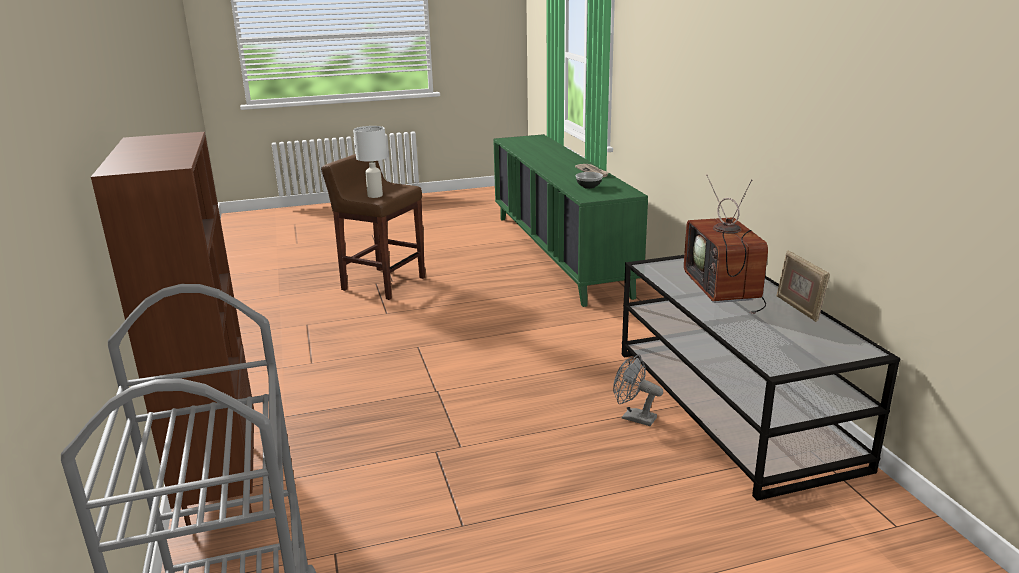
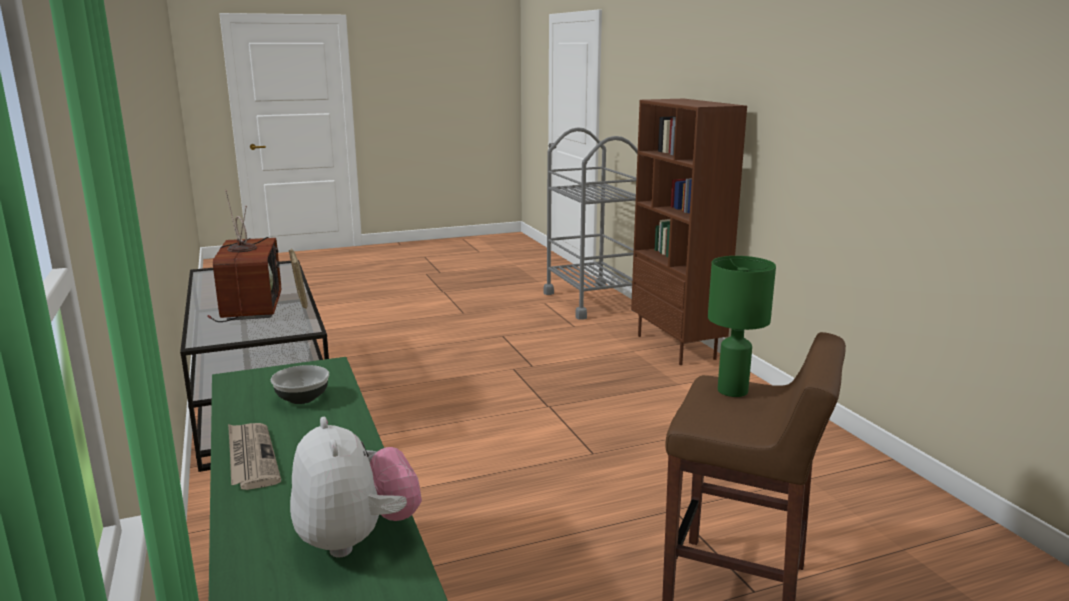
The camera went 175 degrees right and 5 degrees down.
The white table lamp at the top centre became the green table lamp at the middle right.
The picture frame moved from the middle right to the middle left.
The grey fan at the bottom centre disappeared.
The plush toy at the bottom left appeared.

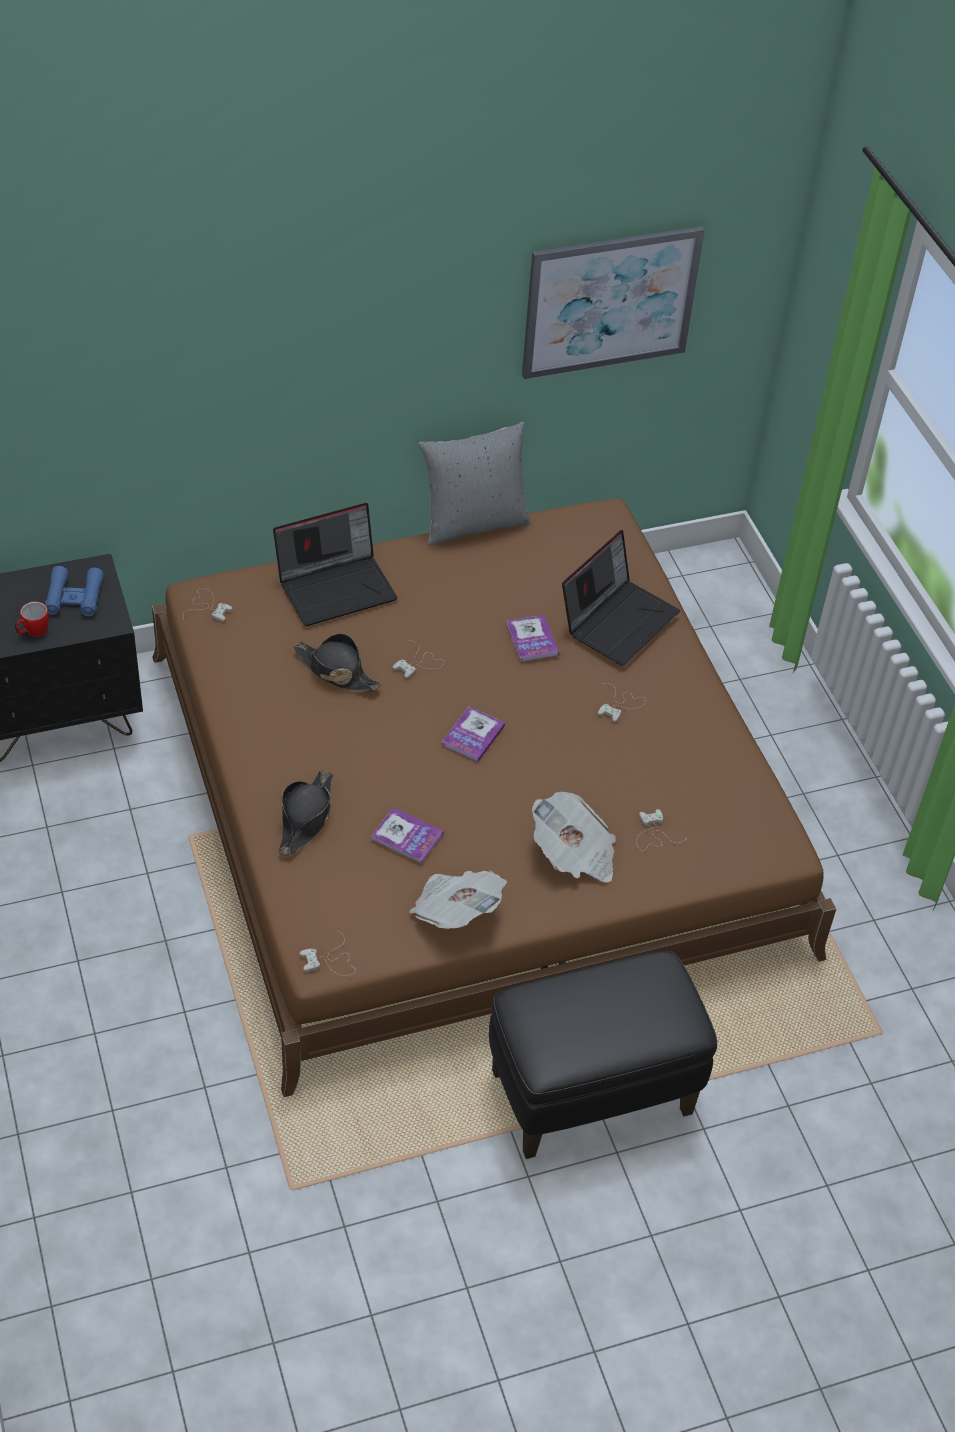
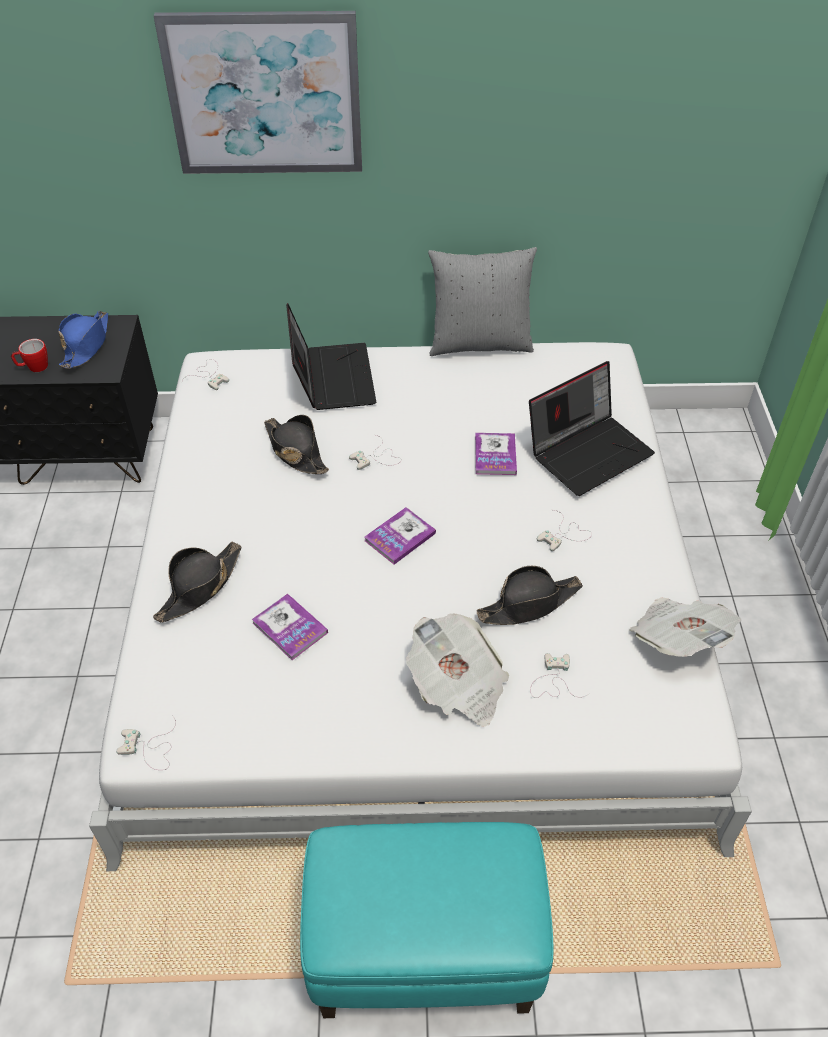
The camera went 20 degrees right and 0 degrees up.
The picture moved from the top centre to the top left.
The brown bed at the centre became the white bed at the centre.
The laptop (no. 1 from left) at the centre turned 90 degrees counterclockwise.
The blue binoculars at the middle left was replaced by the blue hat at the top left.
The newspaper (no. 1 from left in the first image) moved from the centre to the middle right.
The black ottoman at the bottom centre became the turquoise ottoman at the bottom centre.
The black hat (no. 3 from left) at the centre appeared.

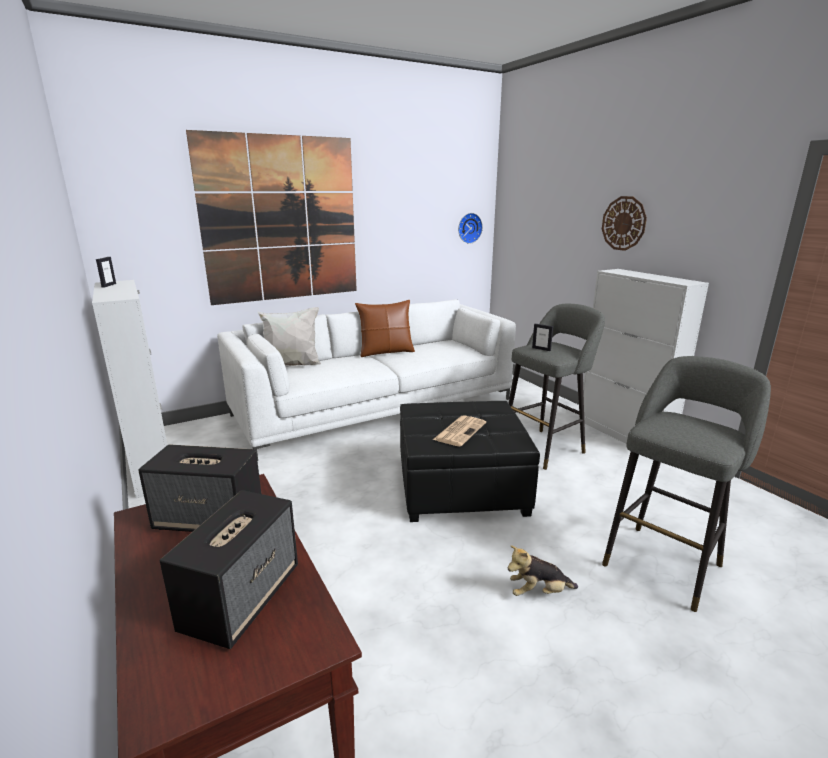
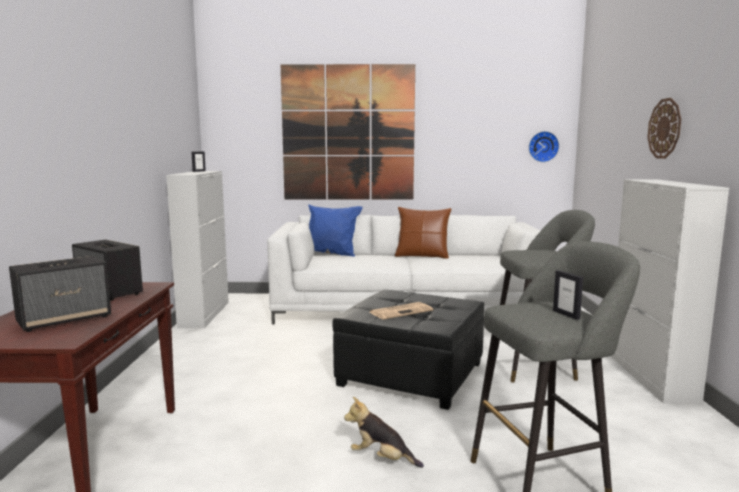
The camera went 30 degrees right and 10 degrees down.
The white pillow at the centre became the blue pillow at the centre.
The picture frame (no. 2 from left) moved from the centre to the middle right.

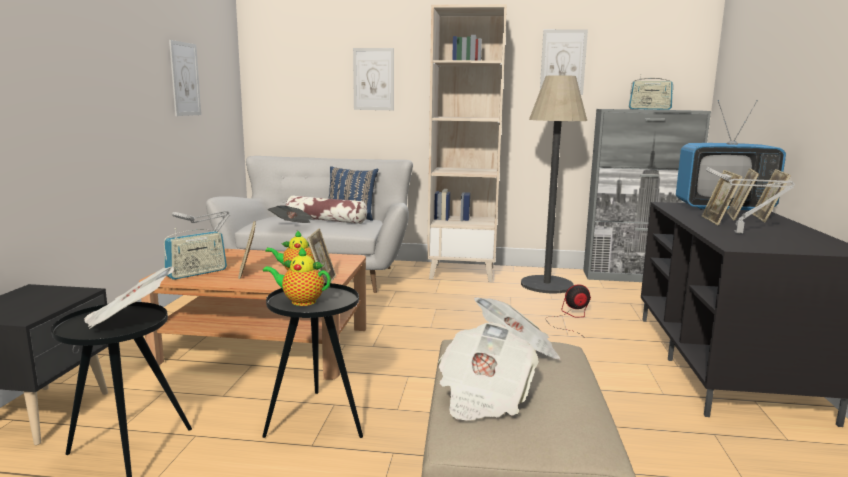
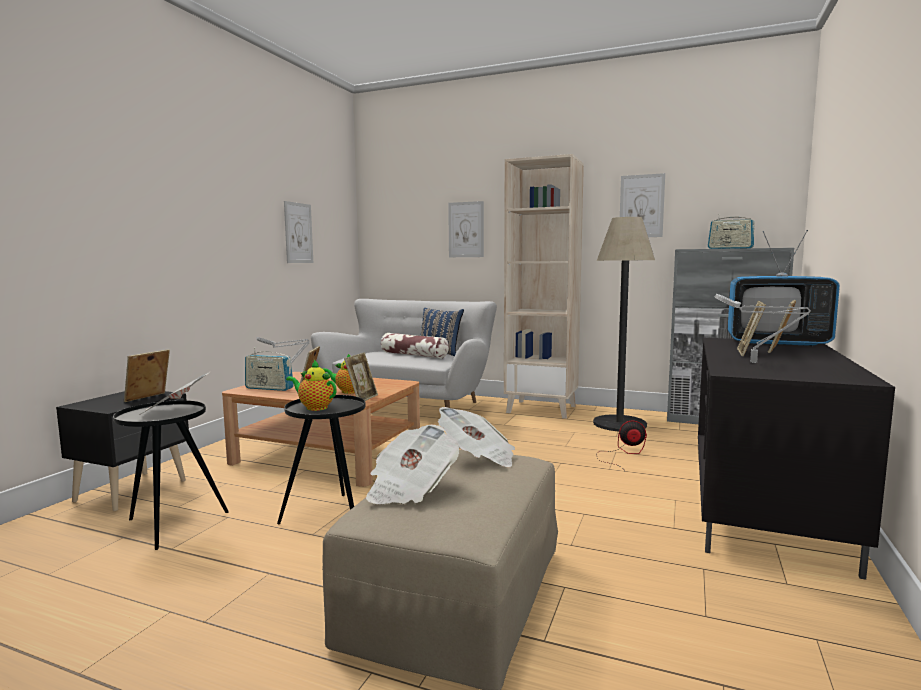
The camera went 15 degrees right and 5 degrees down.
The picture frame (no. 5 from left in the first image) moved from the middle right to the middle left.
The newspaper (no. 2 from left) at the centre disappeared.
The radio (no. 1 from left) at the middle left turned 45 degrees clockwise.

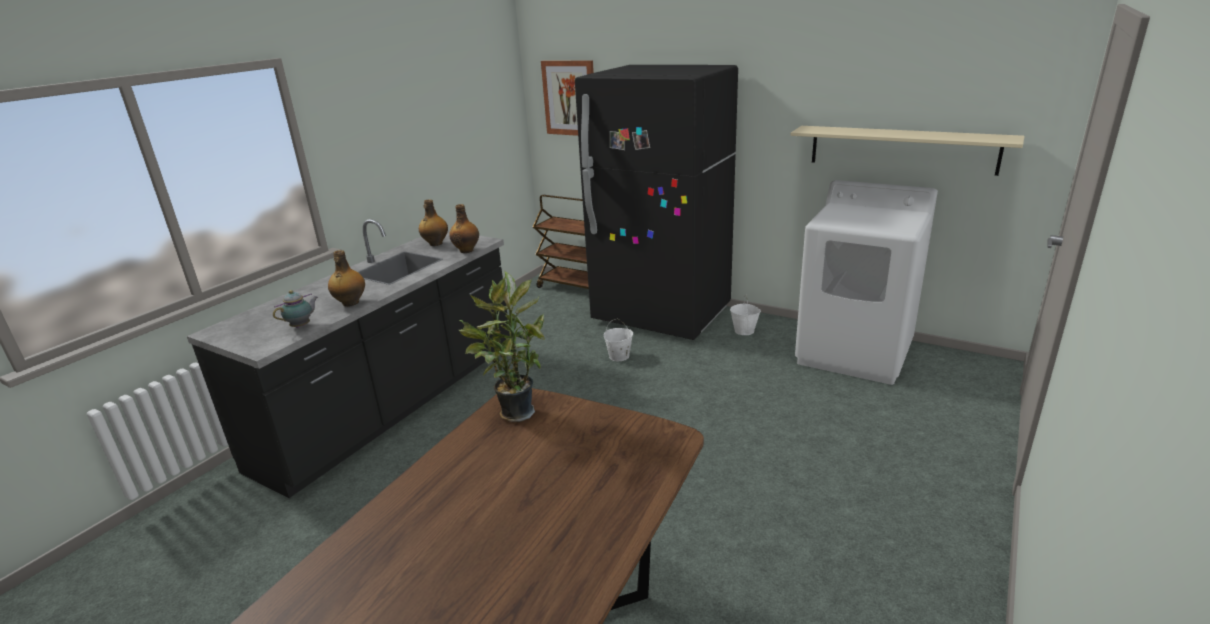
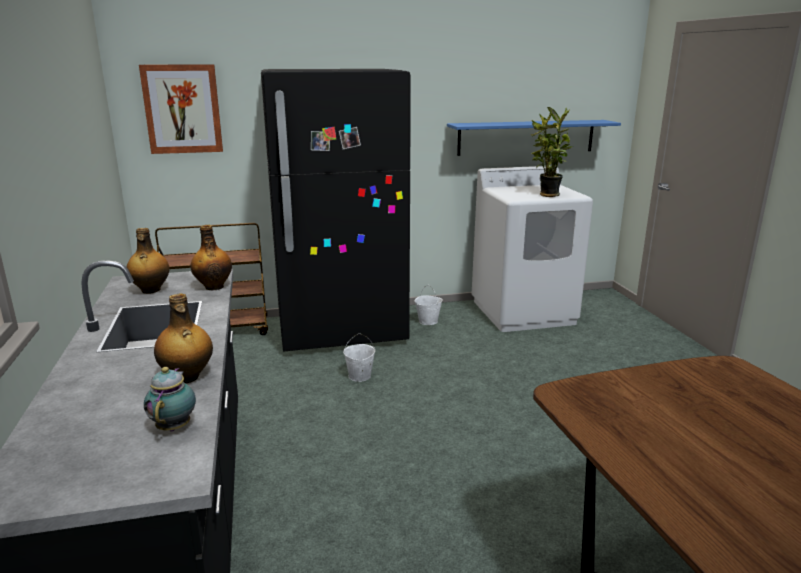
The camera went 45 degrees left and 5 degrees down.
The beige shelf at the top right became the blue shelf at the top right.
The potted plant moved from the centre to the top right.

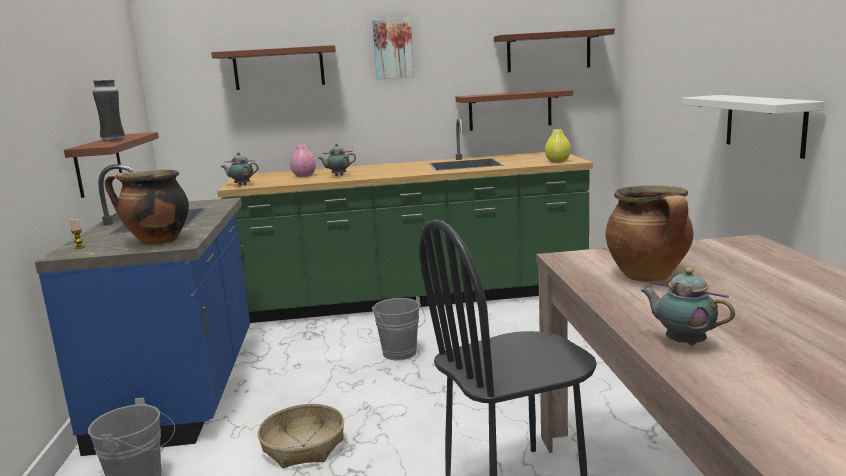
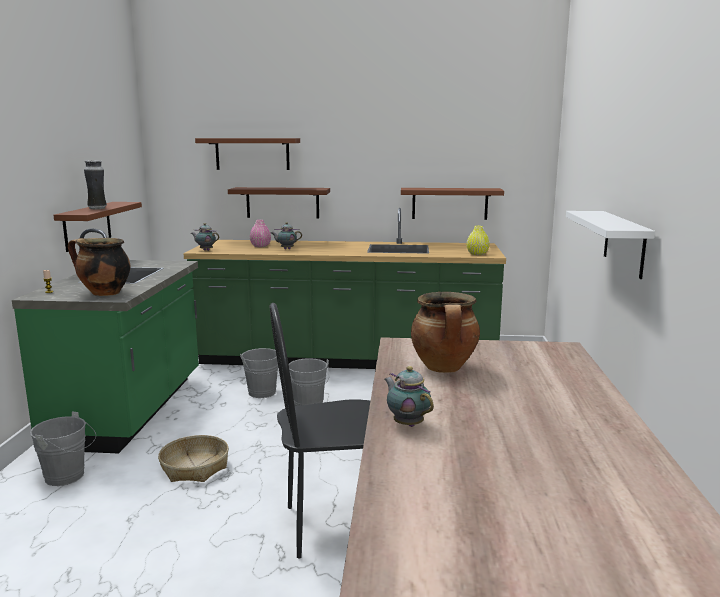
The camera went 10 degrees right and 0 degrees up.
The picture at the top centre disappeared.
The brown shelf (no. 4 from left in the first image) moved from the top centre to the centre.
The blue counter at the middle left became the green counter (no. 1 from left) at the middle left.
The grey bucket (no. 2 from left) at the centre appeared.

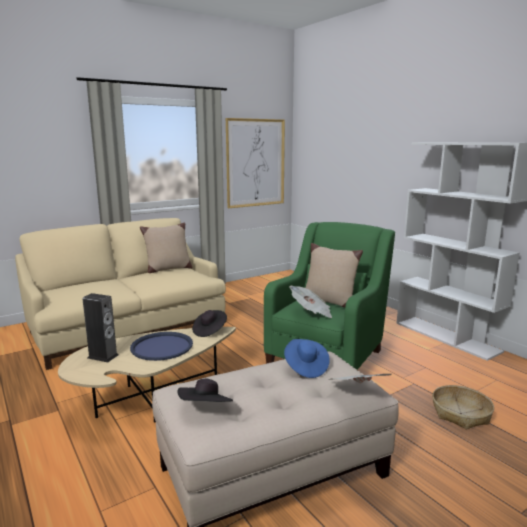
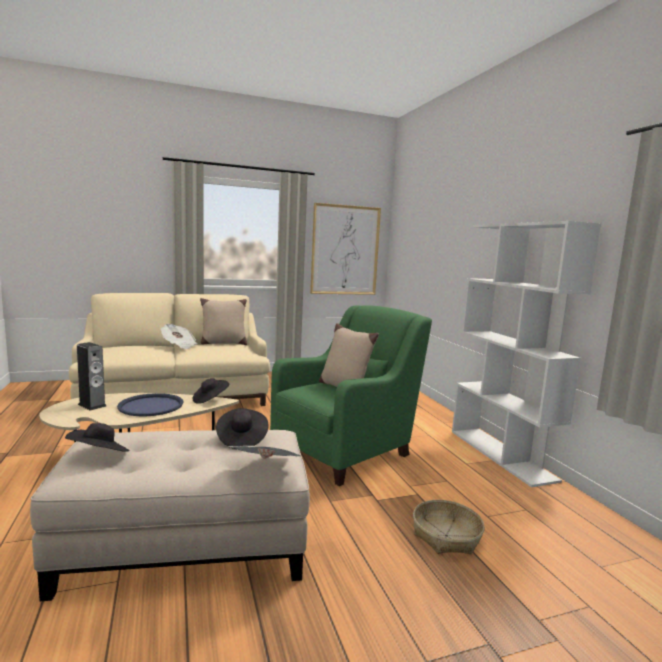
The camera went 15 degrees right and 5 degrees down.
The newspaper (no. 1 from left) moved from the centre to the middle left.
The blue hat at the bottom centre became the black hat (no. 3 from left) at the centre.

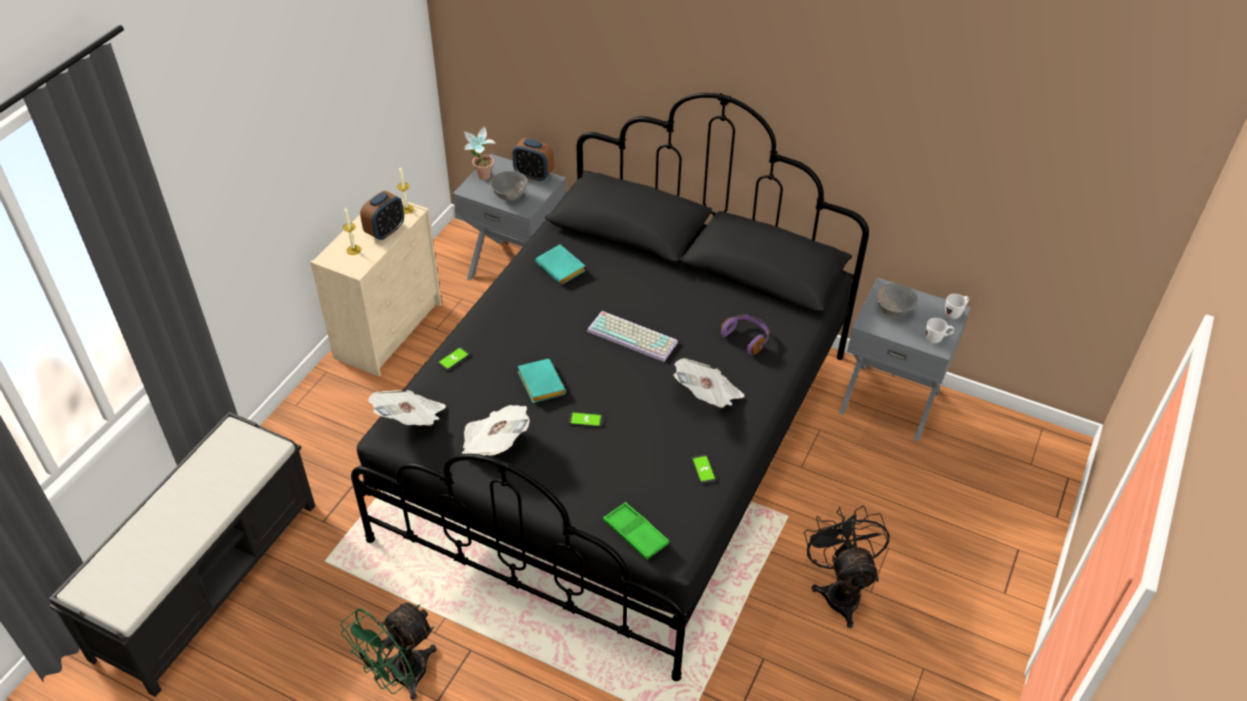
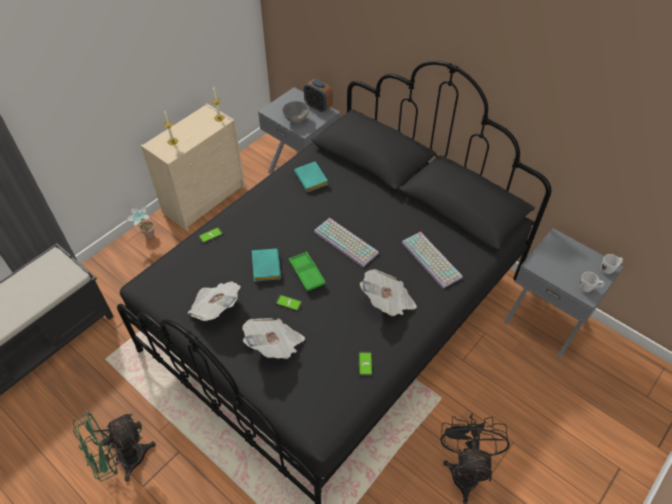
The camera went 15 degrees right and 5 degrees up.
The potted plant moved from the top centre to the middle left.
The alarm clock (no. 1 from left) at the top left disappeared.
The grey bowl (no. 2 from left) at the middle right disappeared.
The purple headphones at the centre was replaced by the keyboard (no. 2 from left) at the centre.
The newspaper (no. 1 from left in the first image) moved from the middle left to the bottom centre.
The green tray moved from the bottom centre to the centre.

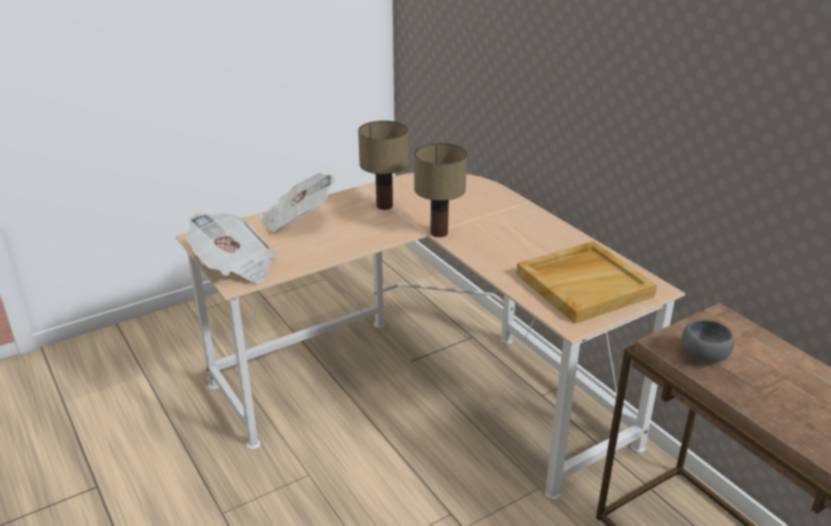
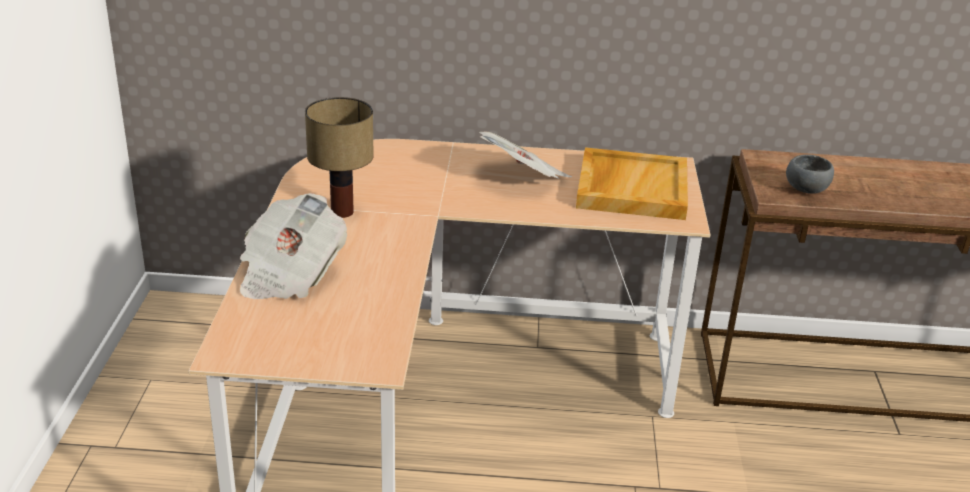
The camera went 55 degrees left and 0 degrees up.
The table lamp (no. 2 from left) at the centre disappeared.
The newspaper (no. 1 from left in the first image) moved from the middle left to the top centre.

